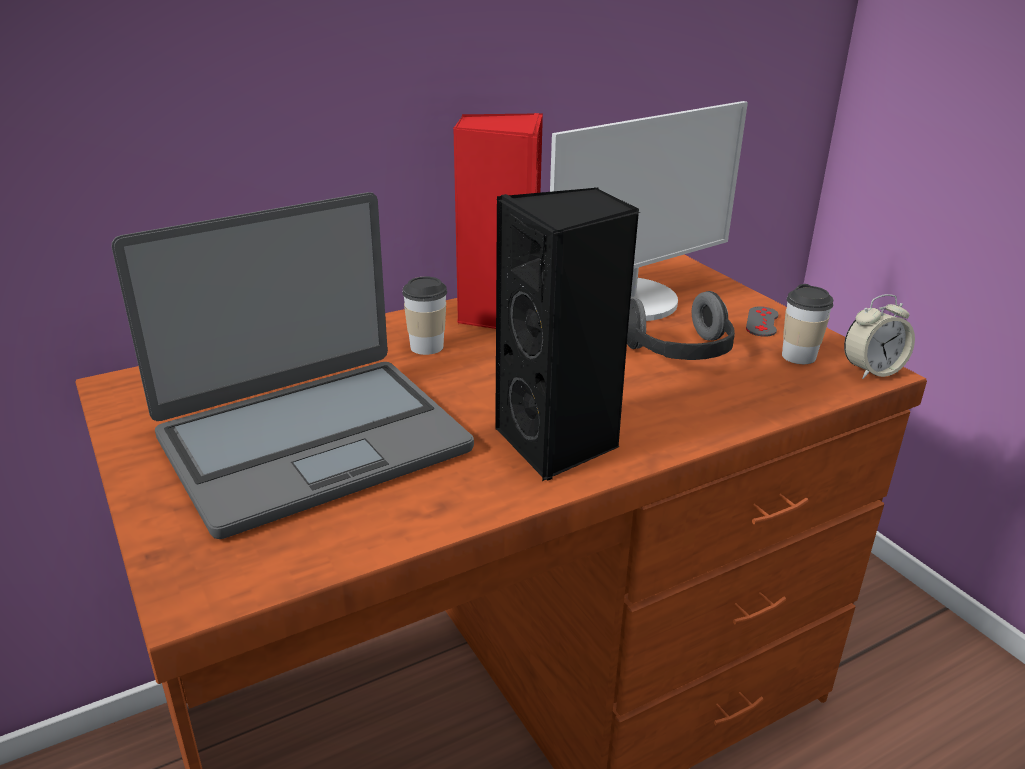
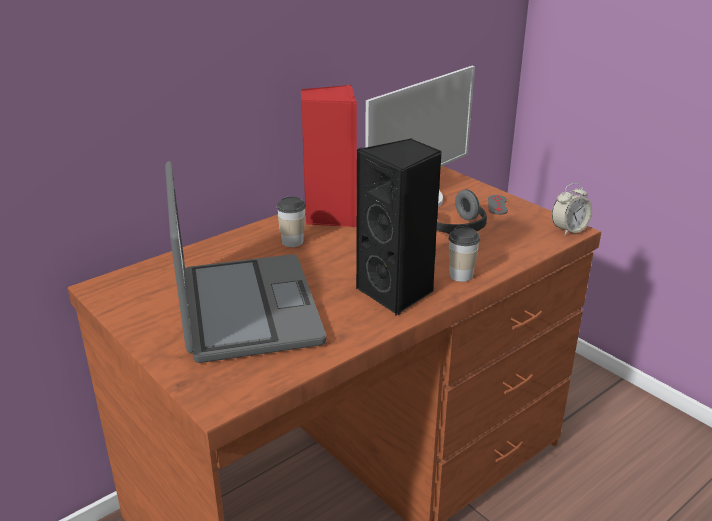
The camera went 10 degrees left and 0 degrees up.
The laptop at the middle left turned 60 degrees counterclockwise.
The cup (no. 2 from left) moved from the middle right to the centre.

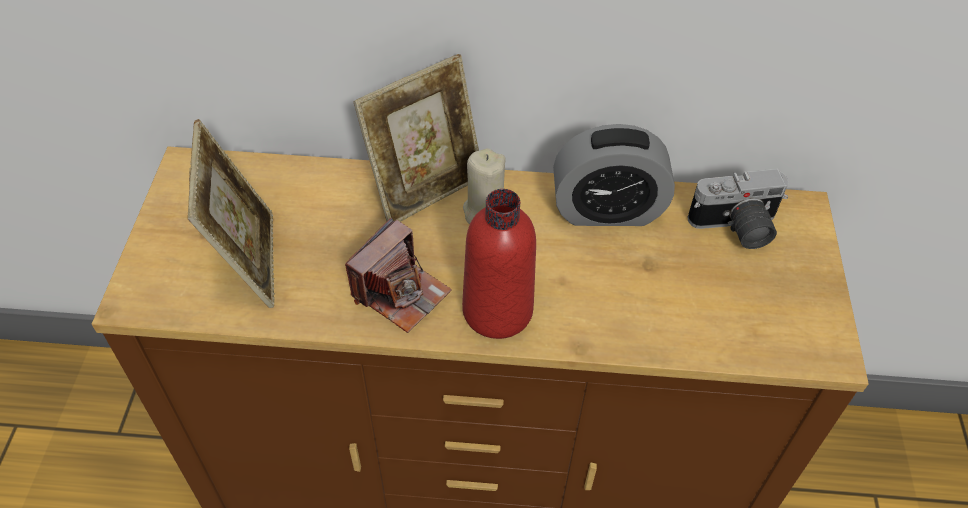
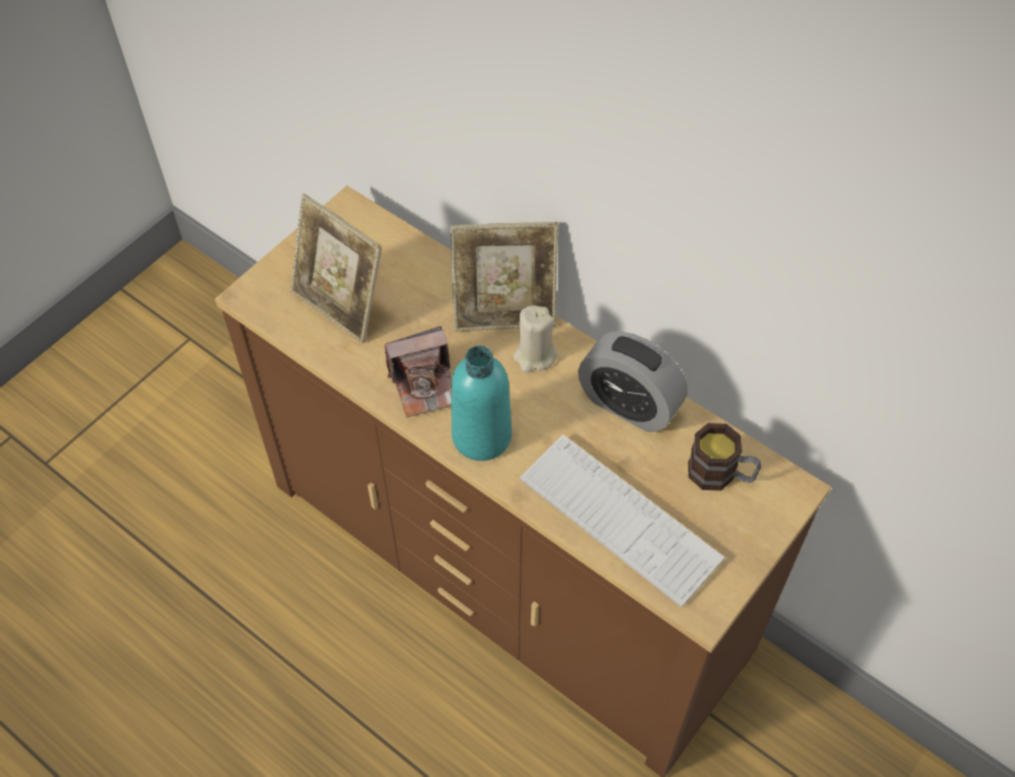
The camera went 35 degrees right and 5 degrees up.
The picture frame (no. 1 from left) at the middle left turned 105 degrees clockwise.
The photo camera (no. 2 from left) at the middle right was replaced by the mug at the middle right.
The red bottle at the centre became the turquoise bottle at the centre.
The keyboard at the bottom centre appeared.

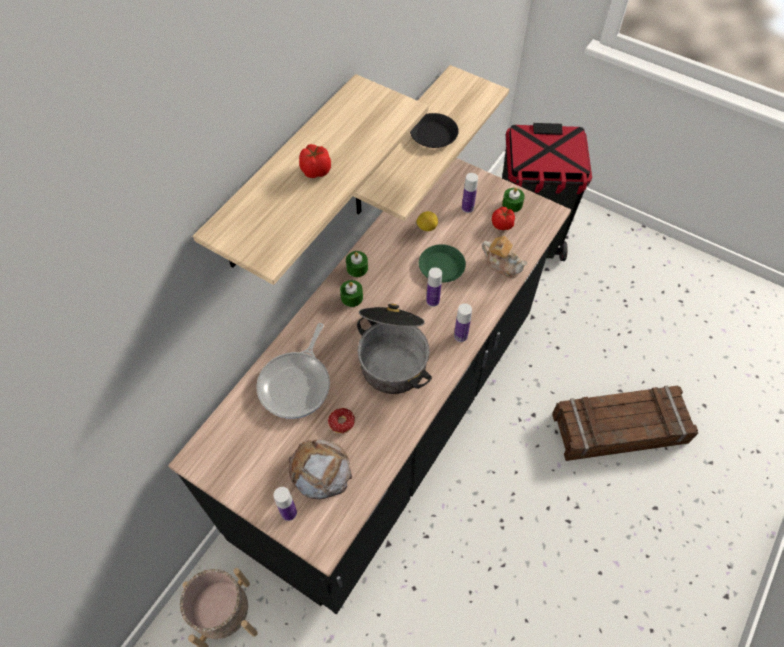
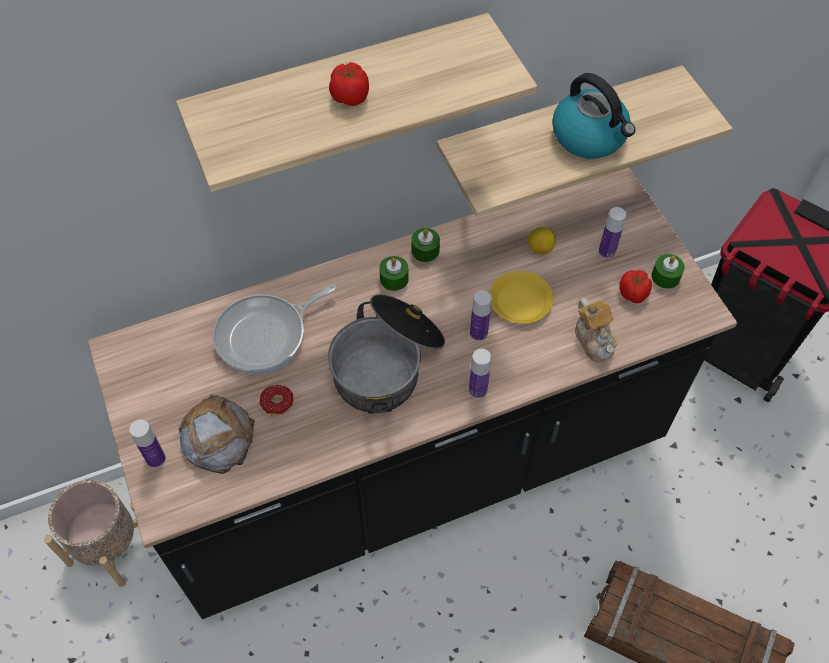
The camera went 35 degrees right and 0 degrees up.
The black plate at the top centre was replaced by the kettle at the top right.
The green plate at the centre became the yellow plate at the centre.

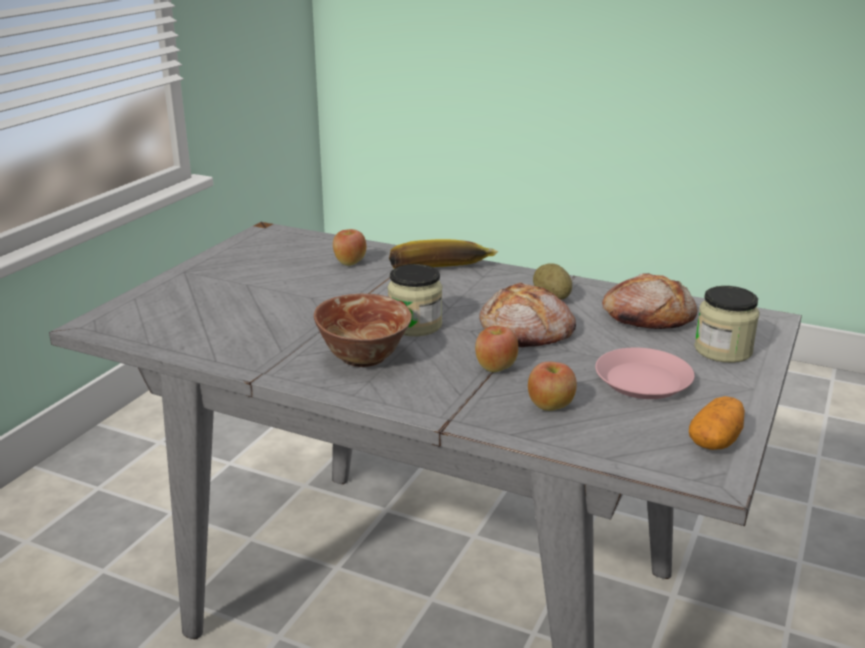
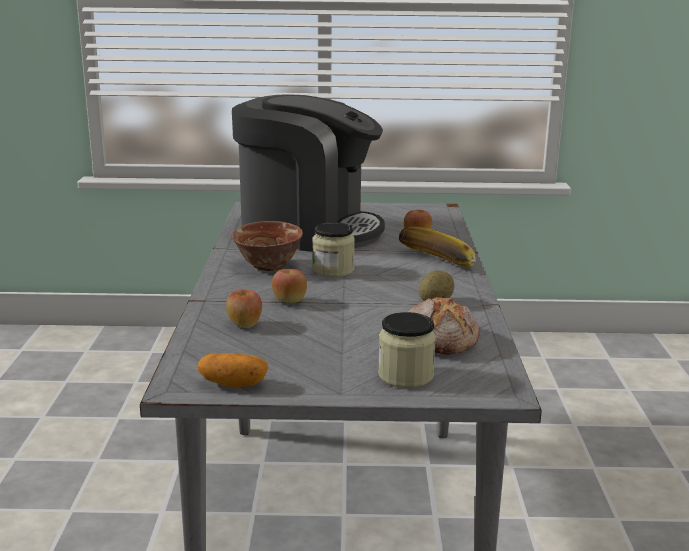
The camera went 65 degrees right and 5 degrees down.
The bread (no. 1 from left) at the centre disappeared.
The pink plate at the middle right disappeared.
The coffee machine at the top centre appeared.

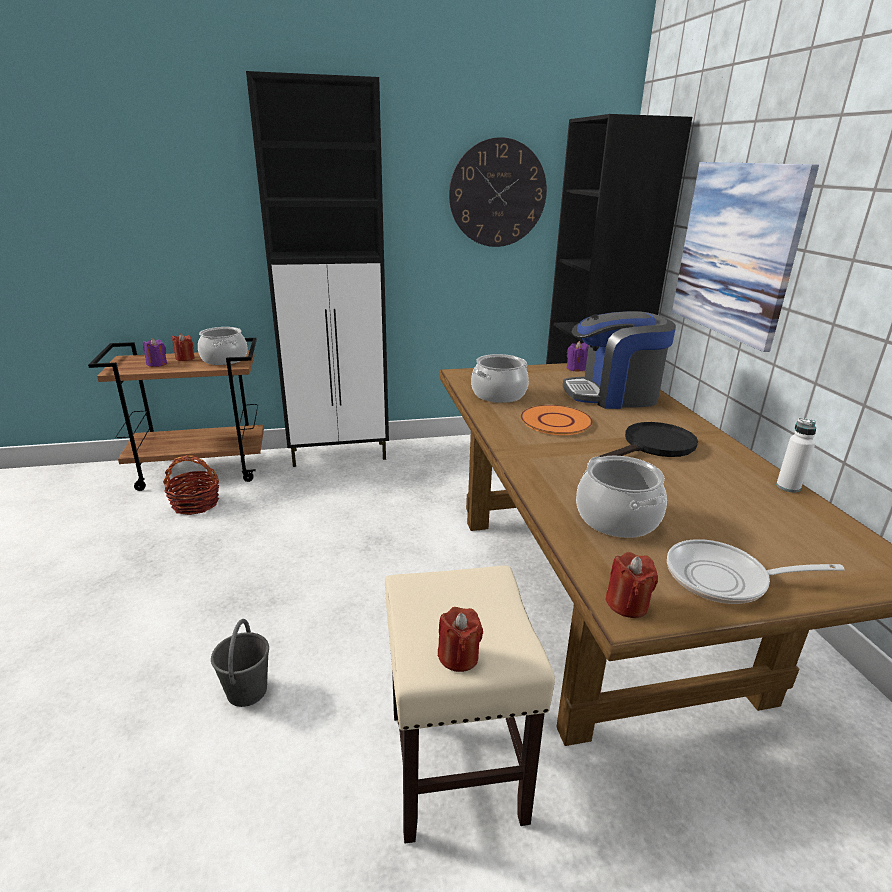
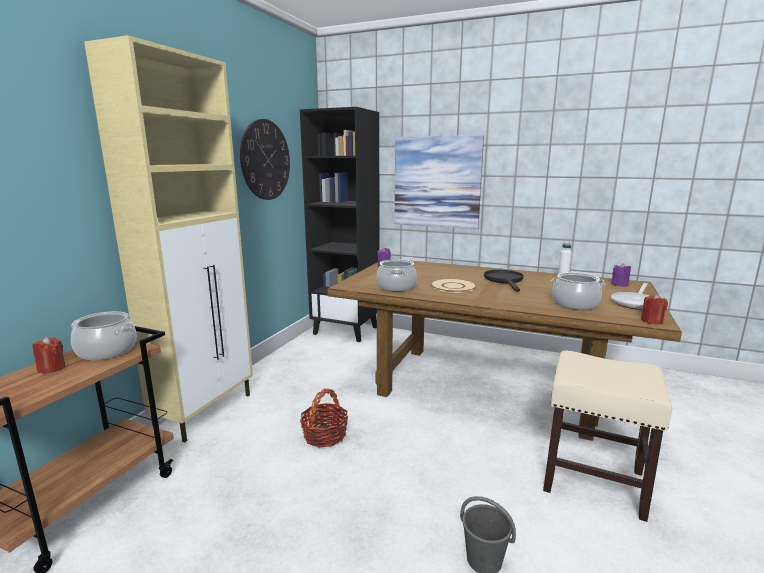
The camera went 55 degrees left and 10 degrees down.
The black cabinet at the top centre became the beige cabinet at the middle left.
The coffee machine at the middle right disappeared.
The purple candle (no. 1 from left in the first image) moved from the middle left to the middle right.
The orange plate at the centre became the beige plate at the centre.
The basket moved from the middle left to the bottom centre.
The red candle (no. 2 from left) at the bottom centre disappeared.

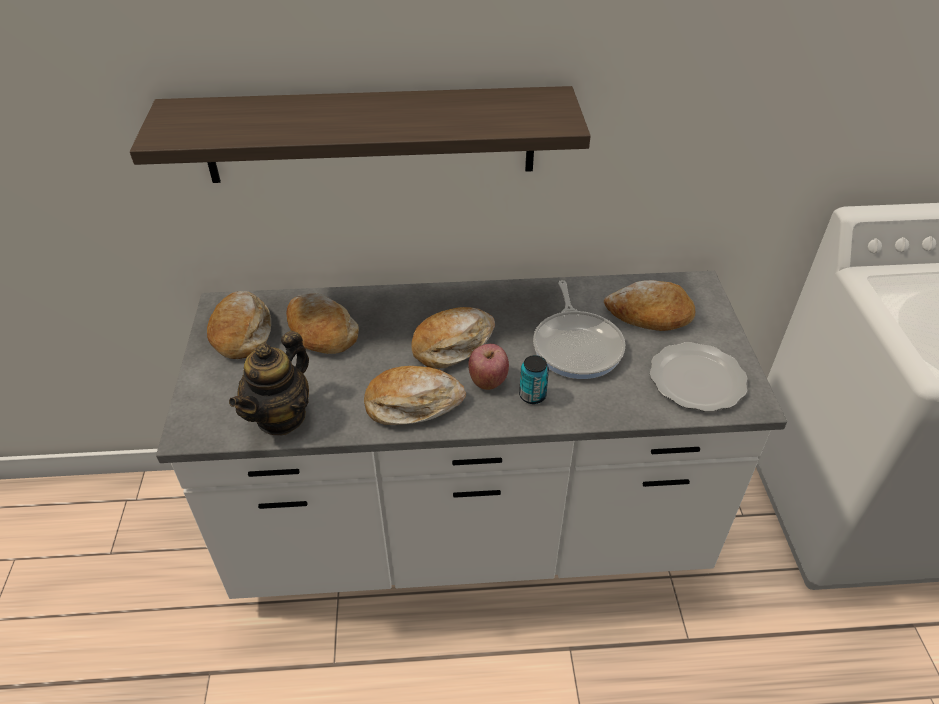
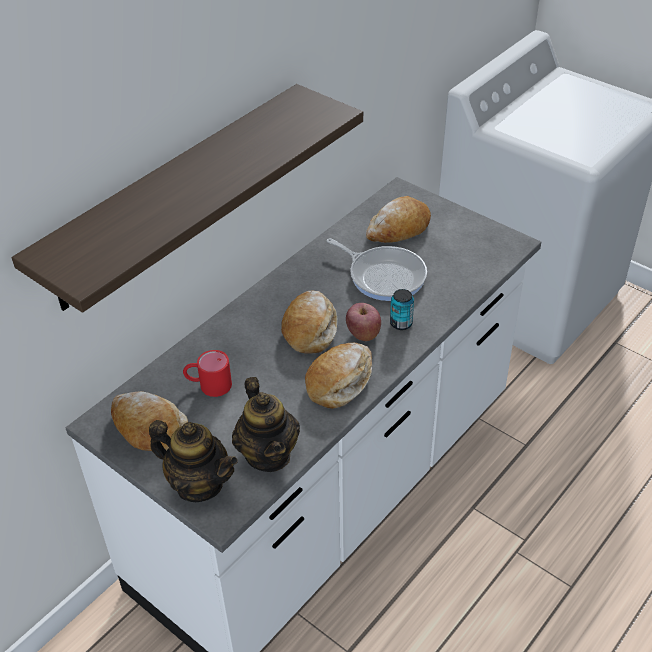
The camera went 45 degrees left and 0 degrees up.
The bread (no. 2 from left) at the centre was replaced by the red mug at the middle left.
The plate at the middle right disappeared.
The teapot (no. 1 from left) at the bottom left appeared.

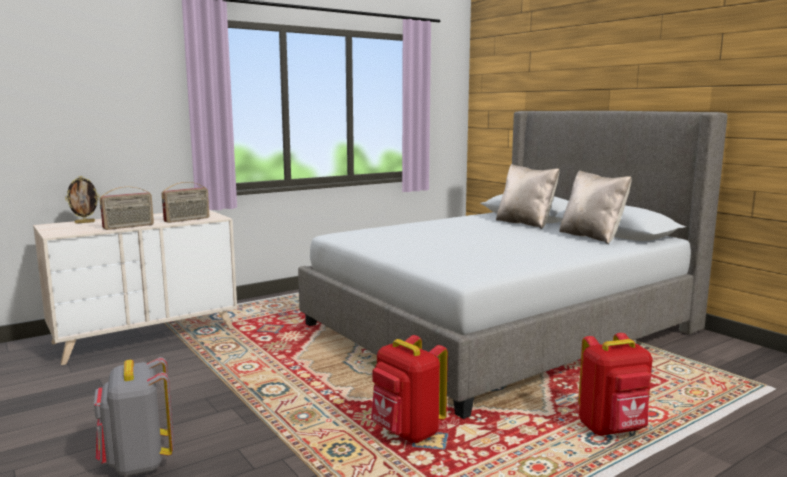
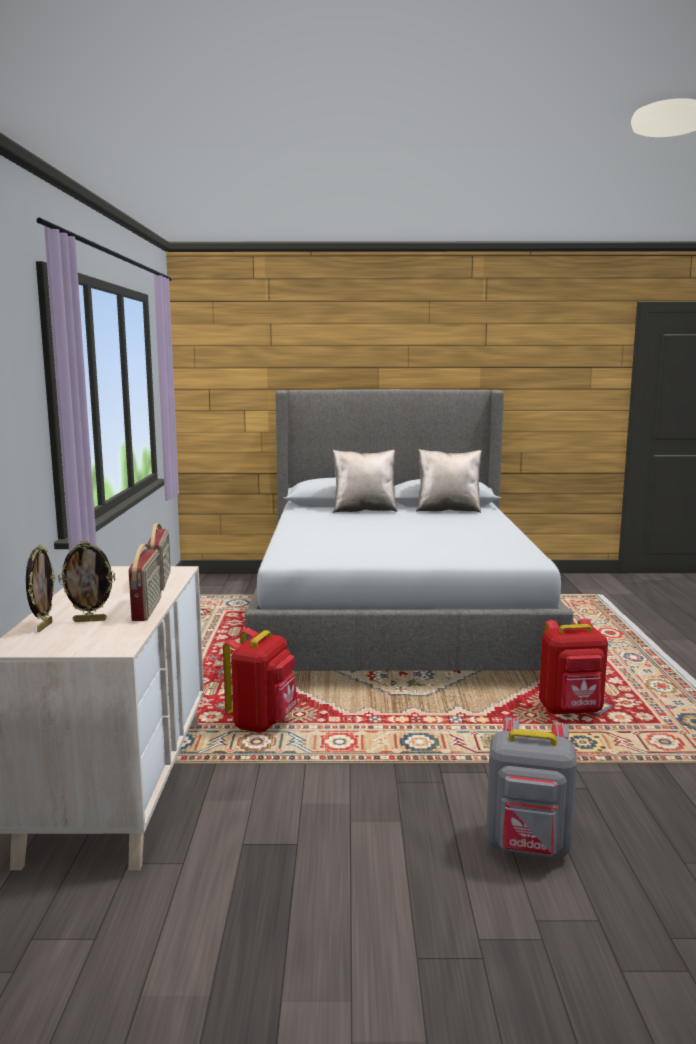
The camera went 55 degrees left and 0 degrees up.
The red backpack (no. 2 from left in the first image) moved from the bottom right to the centre.
The picture frame (no. 2 from left) at the middle left appeared.

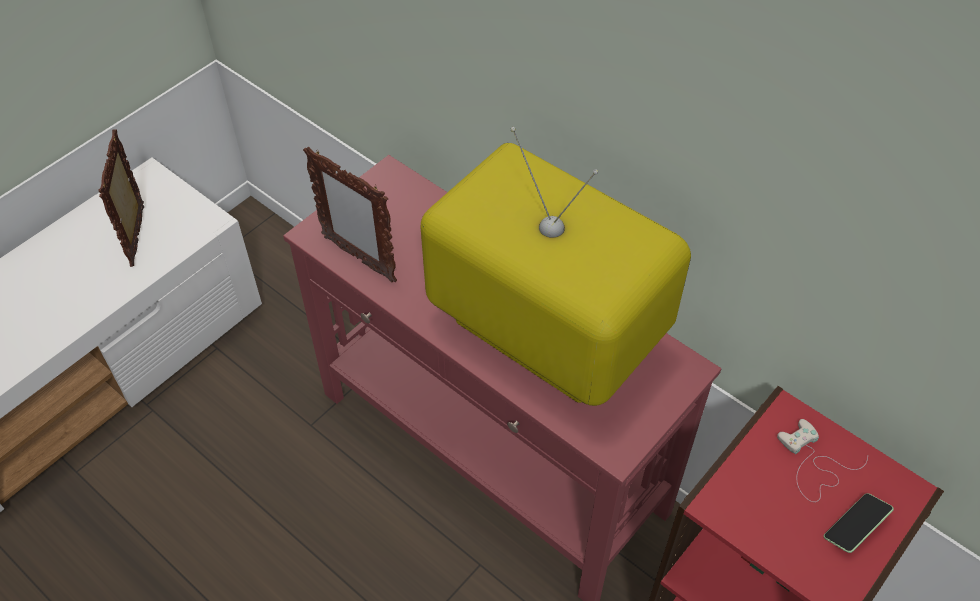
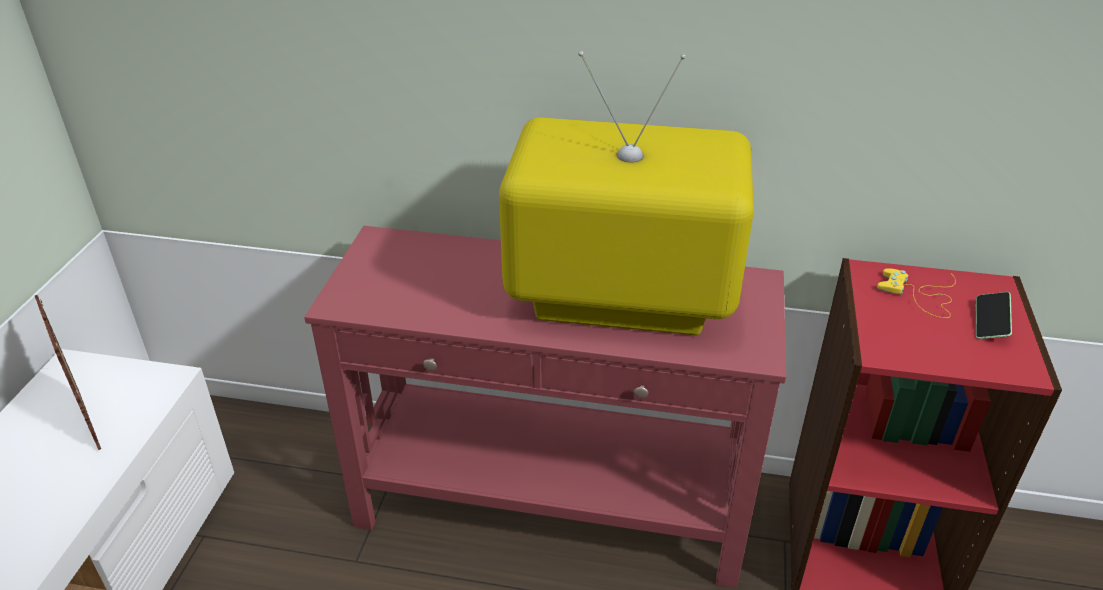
The camera went 30 degrees left and 15 degrees down.
The picture frame (no. 2 from left) at the centre disappeared.
The white game controller at the bottom right became the yellow game controller at the middle right.

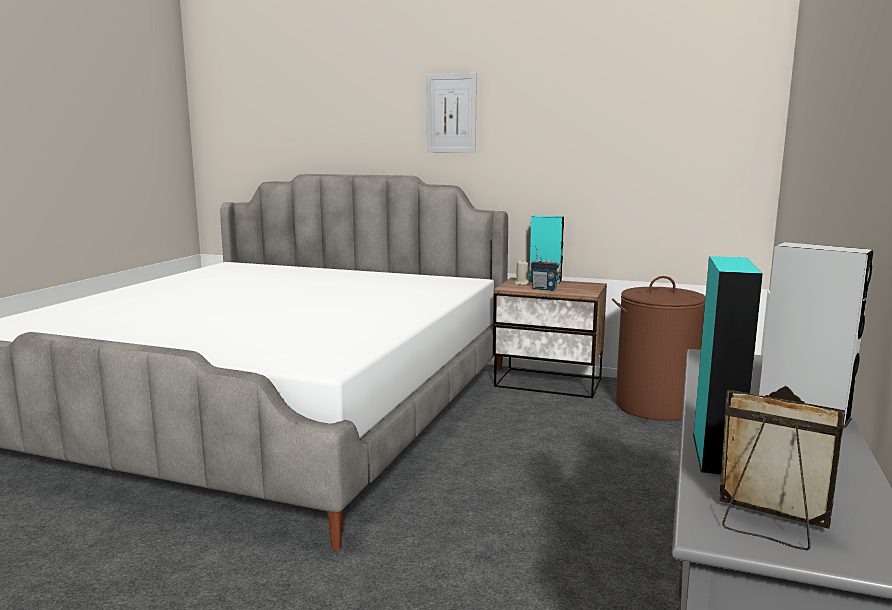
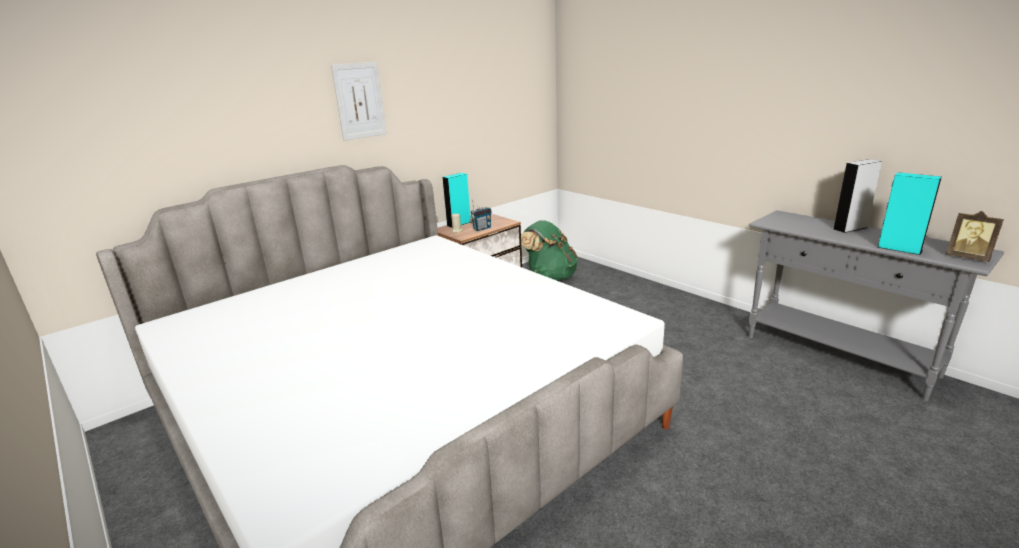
The camera went 60 degrees left and 10 degrees up.
The brown laundry basket at the middle right was replaced by the green backpack at the centre.
The picture frame at the bottom right turned 105 degrees counterclockwise.

